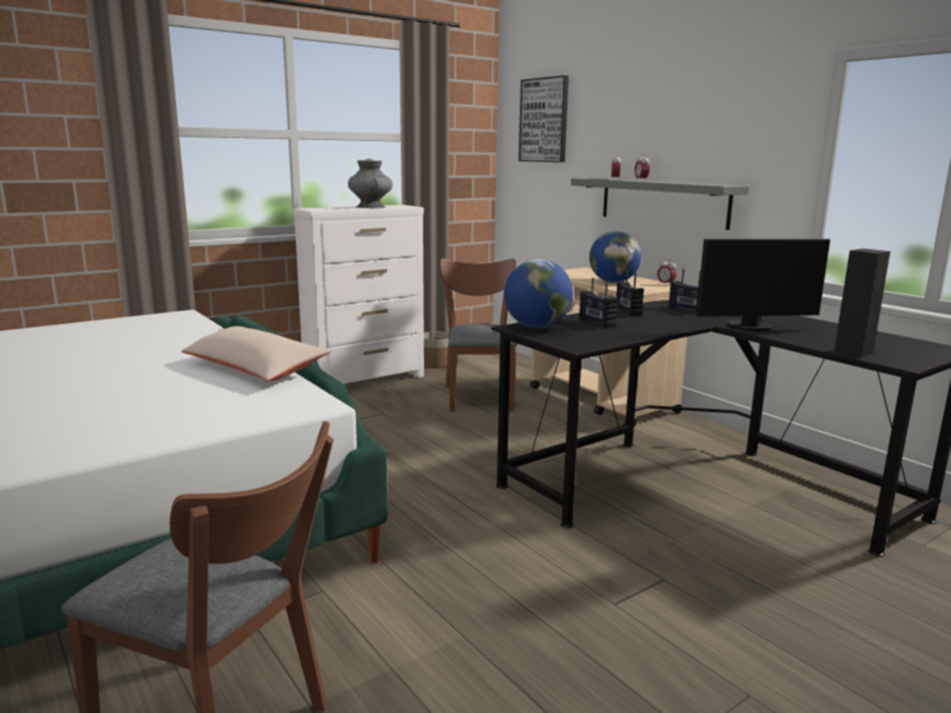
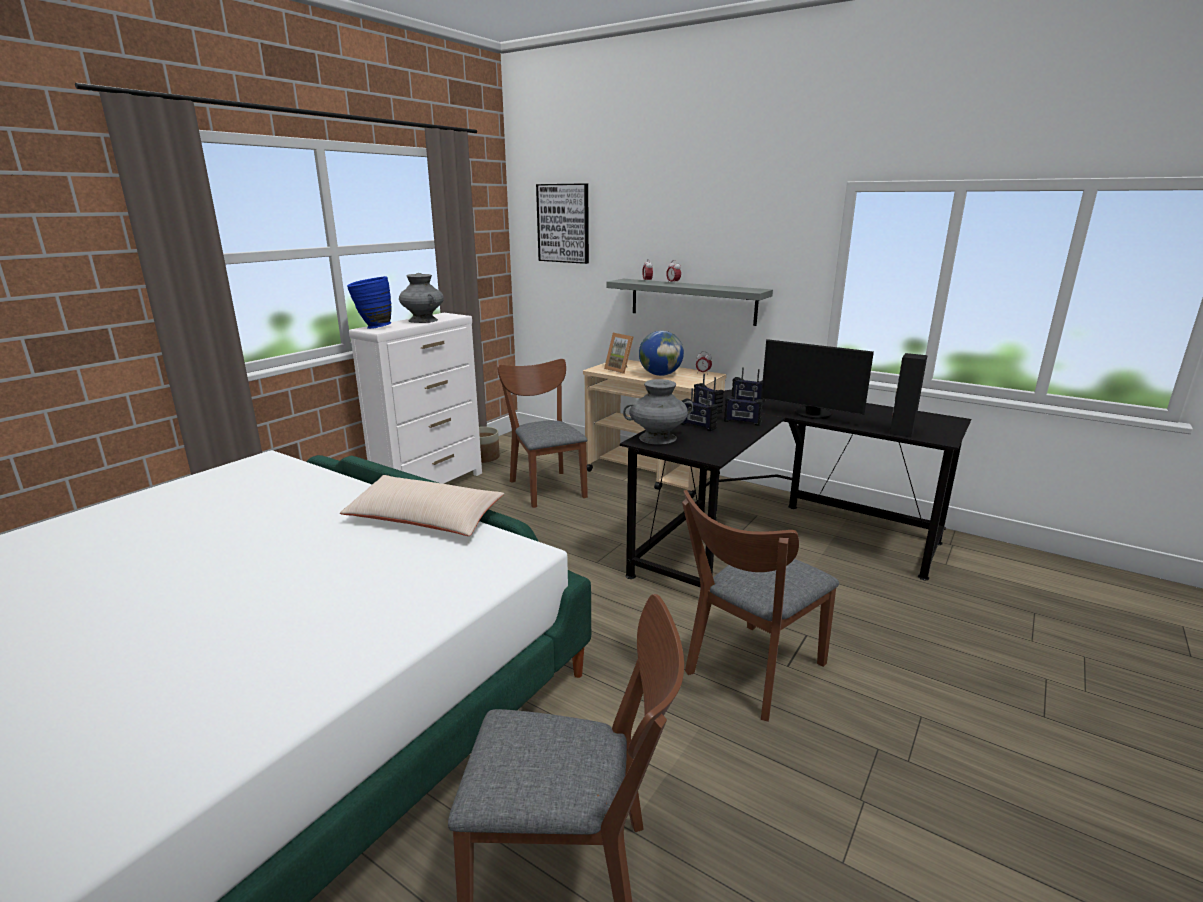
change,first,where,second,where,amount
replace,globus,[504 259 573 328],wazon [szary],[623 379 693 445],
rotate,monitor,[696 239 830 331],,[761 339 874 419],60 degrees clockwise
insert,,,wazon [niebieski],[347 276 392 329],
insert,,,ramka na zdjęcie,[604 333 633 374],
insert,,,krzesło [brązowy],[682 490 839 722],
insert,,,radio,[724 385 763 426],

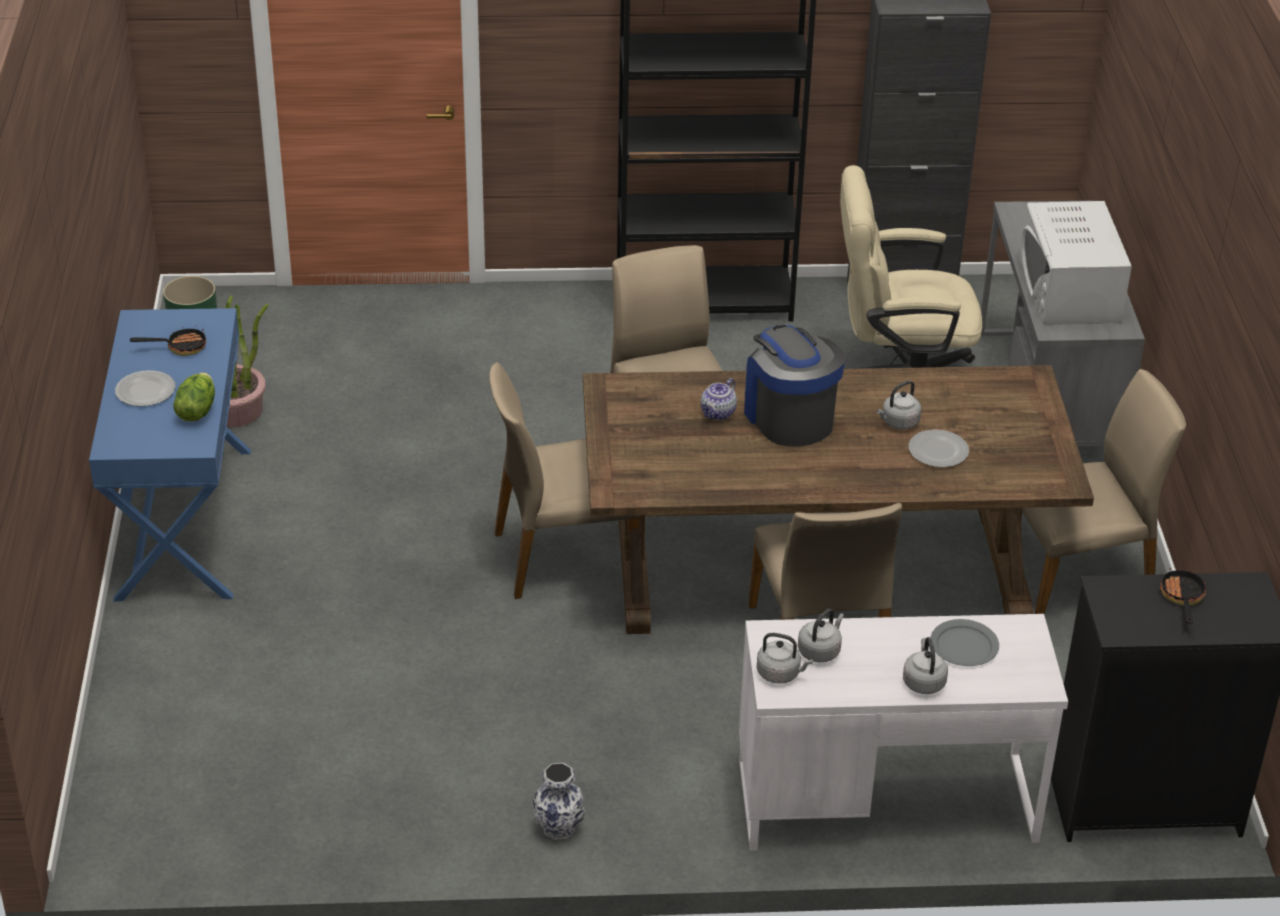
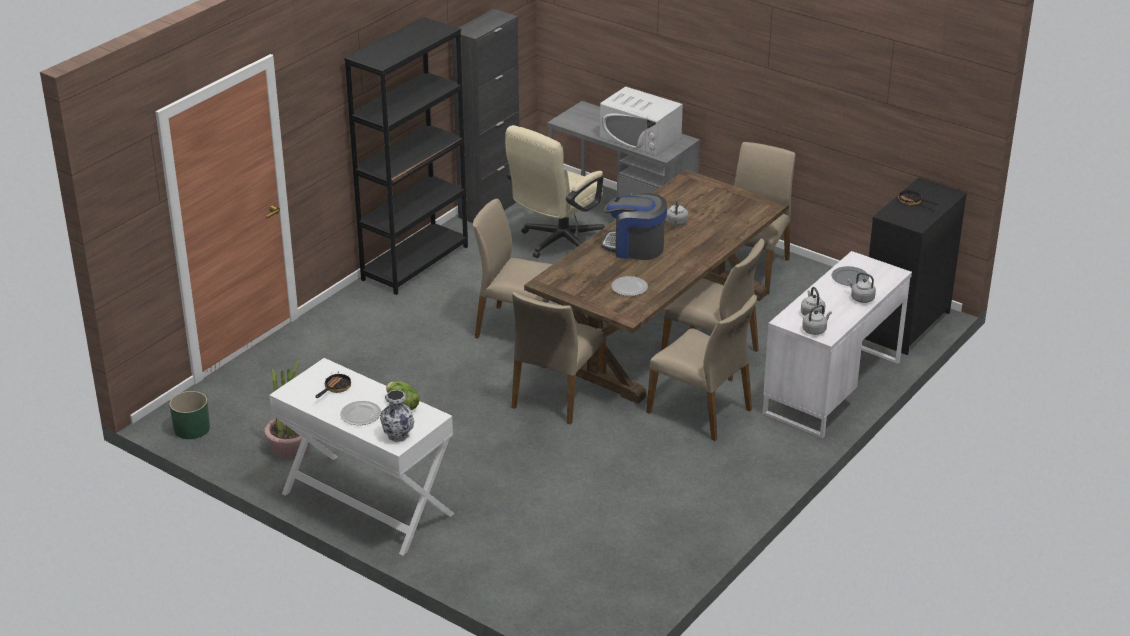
change,first,where,second,where,amount
recolor,stolik konsolowy [niebieski],[89 308 251 601],stolik konsolowy [biały],[269 358 455 556],
move,wazon,[532 763 586 840],,[380 390 414 442],
delete,imbryk,[701 378 737 420],,,
move,talerz,[909 430 969 467],,[611 276 648 296],
insert,,,krzesło [beżowy],[646 295 757 441],

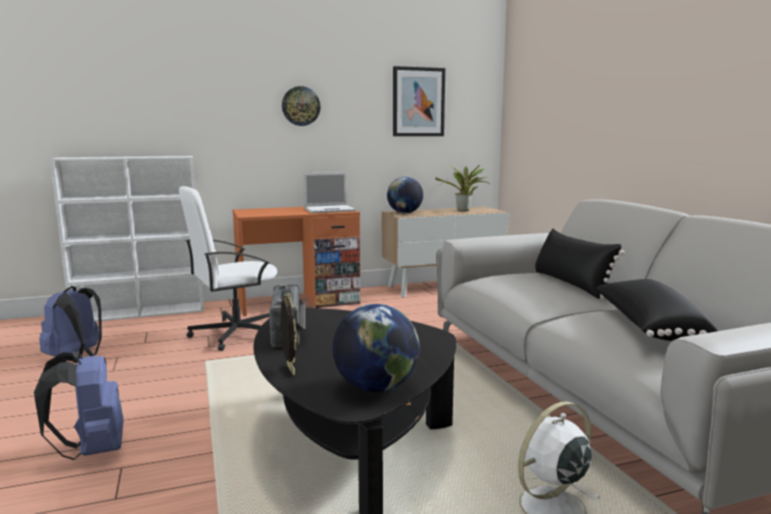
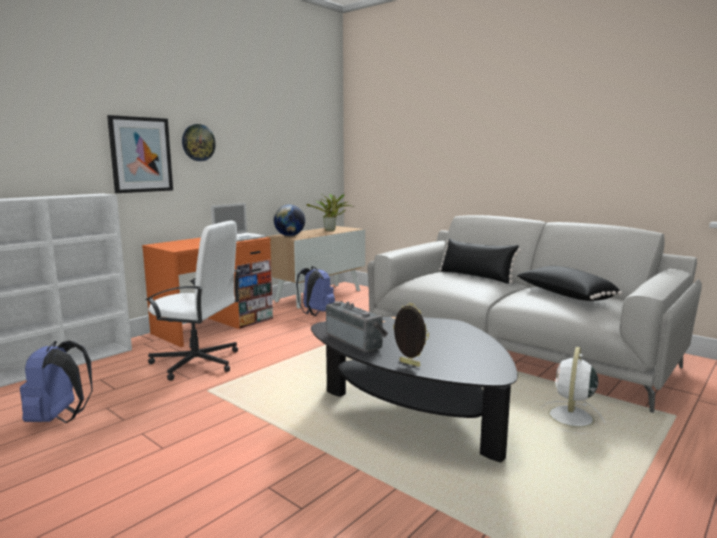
change,first,where,second,where,amount
move,plecak [niebieski],[34 351 124 460],,[296 266 335 316],
rotate,krzesło biurowe [biały],[179 186 277 351],,[146 221 240 381],105 degrees counterclockwise
delete,globus,[332 304 420 392],,,
move,obraz,[393 66 445 136],,[107 115 173 193],

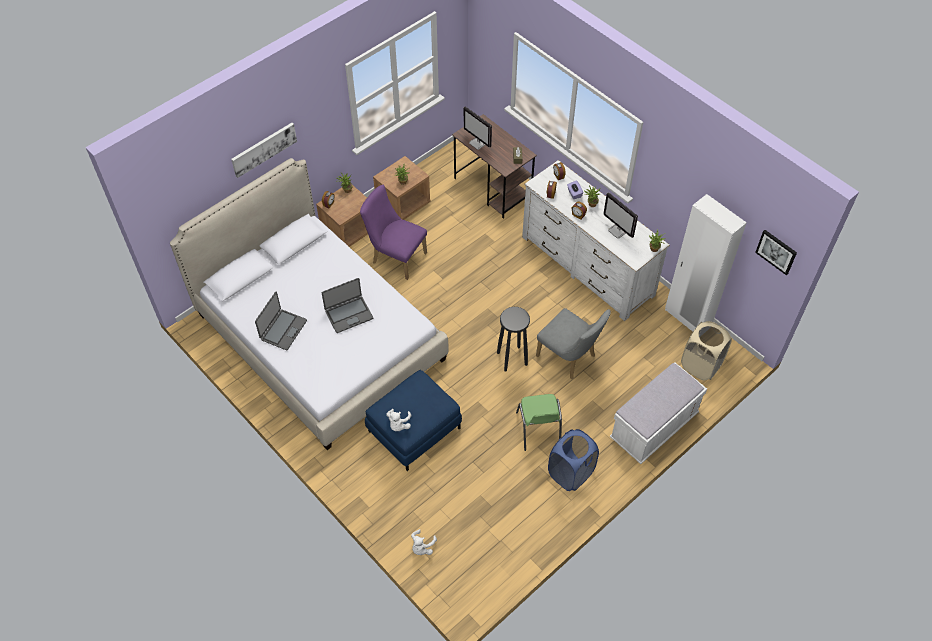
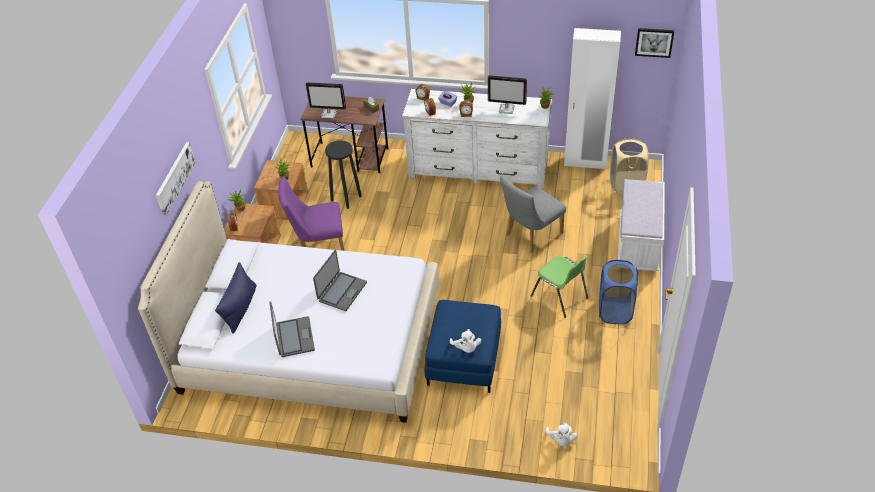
change,first,where,second,where,amount
move,stołek [czarny],[497 307 530 372],,[325 140 362 209],
rotate,krzesło [szary],[536 308 611 379],,[500 176 566 253],135 degrees clockwise
insert,,,poduszka [niebieski],[215 262 257 334],

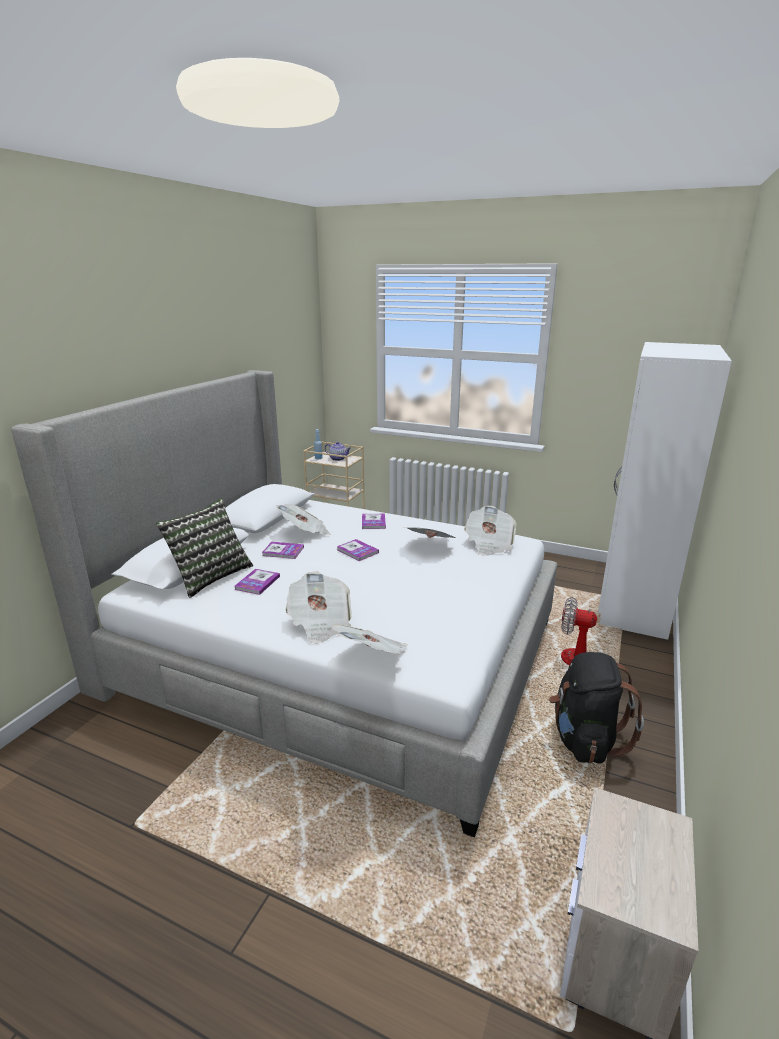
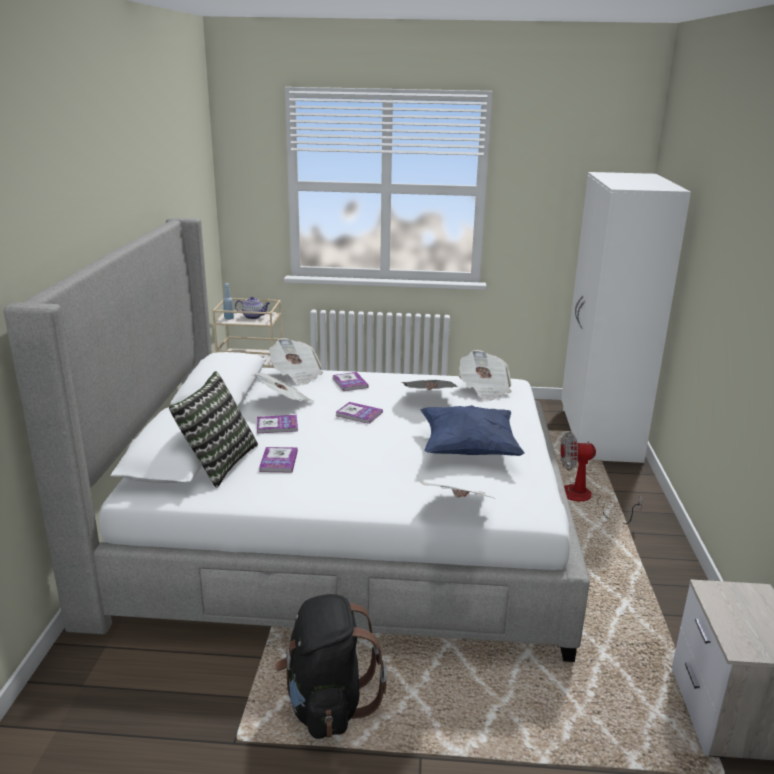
change,first,where,second,where,amount
move,gazeta,[285 571 352 644],,[269 338 323 385],
move,plecak [czarny],[549 652 644 764],,[275 594 387 739],
insert,,,poduszka [niebieski],[420 405 525 456],

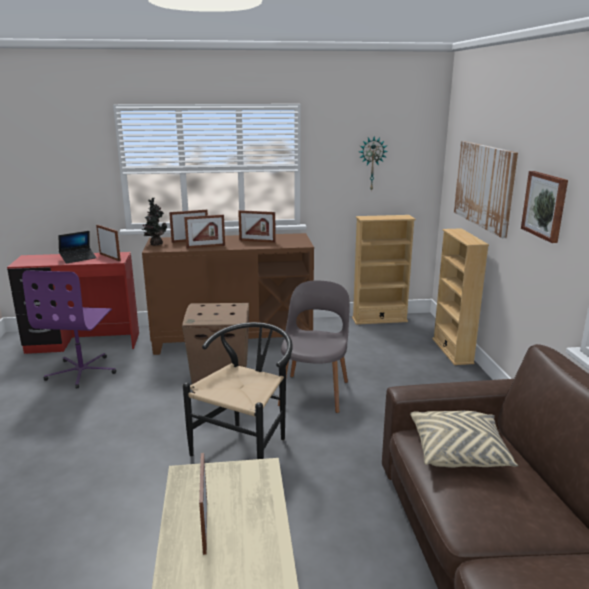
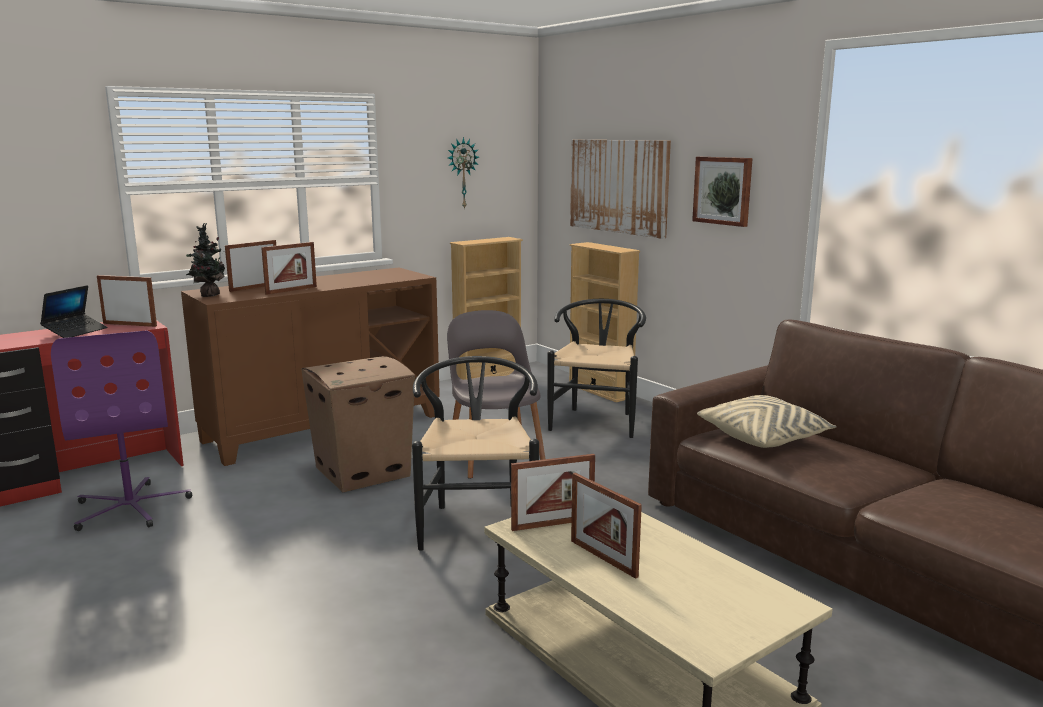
change,first,where,second,where,amount
move,ramka na zdjęcie,[238 210 276 243],,[511 454 595 531],
insert,,,krzesło [czarny],[547 299 646 438],

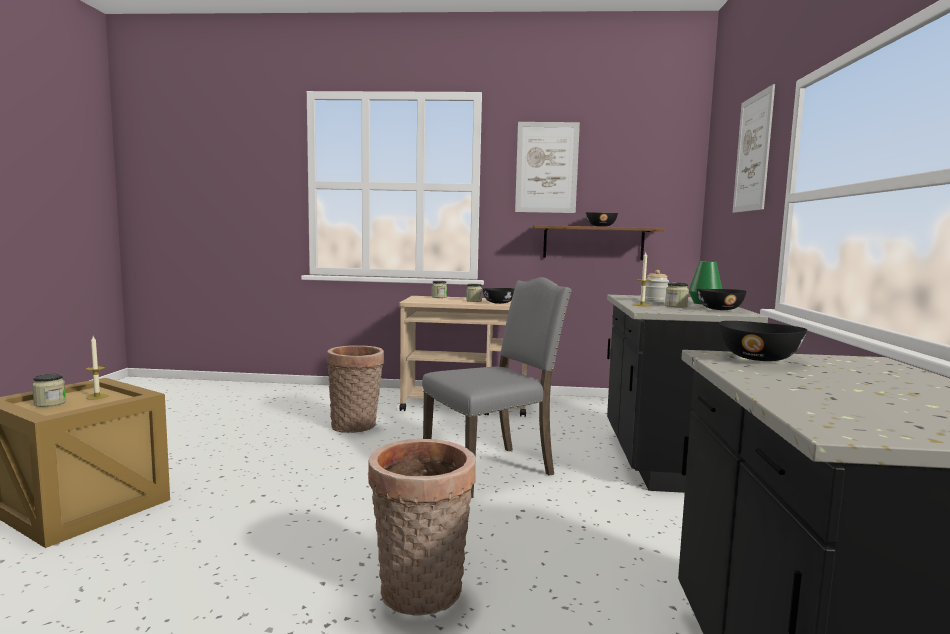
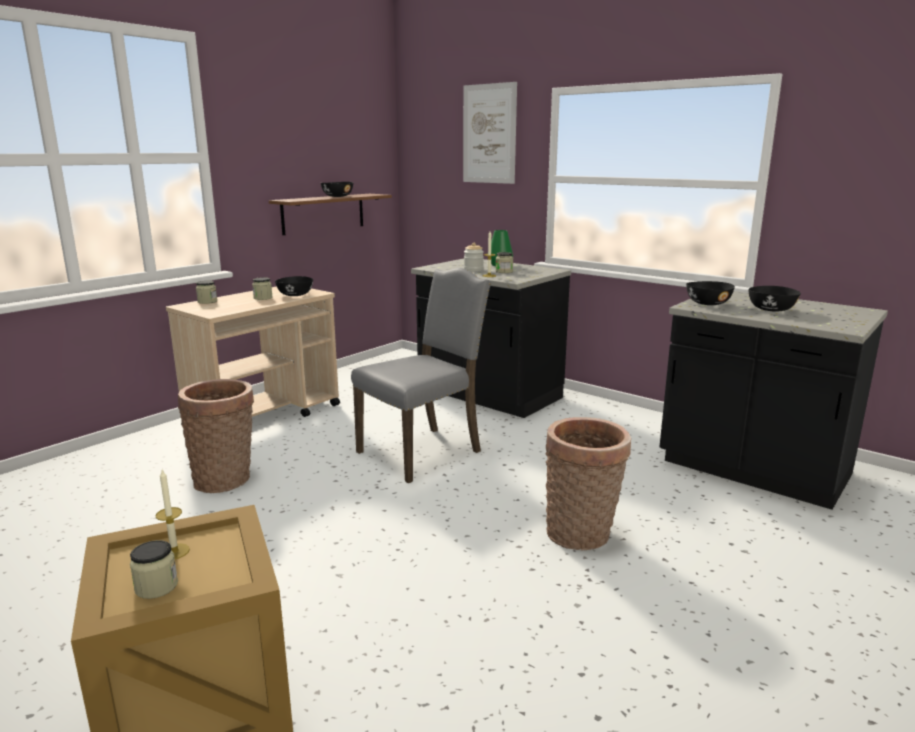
change,first,where,second,where,amount
rotate,krzesło [szary],[422 277 572 498],,[351 268 491 483],45 degrees clockwise
delete,obraz,[515 122 580 213],,,
move,miska [czarny],[697 289 747 310],,[748 286 801 312],

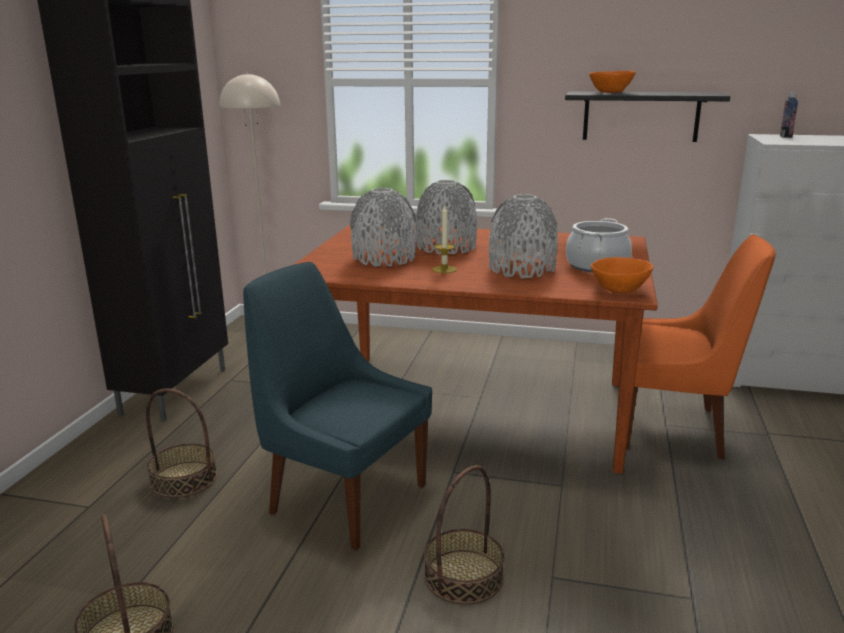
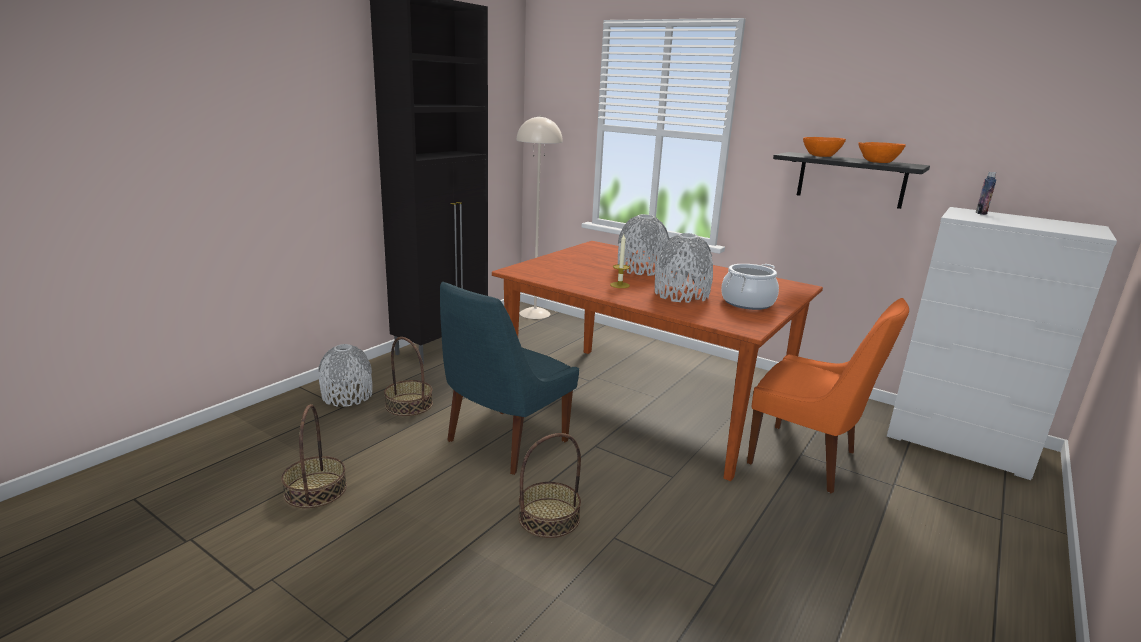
change,first,where,second,where,amount
rotate,krzesło [niebieski],[243 262 432 550],,[440 282 579 475],105 degrees counterclockwise
move,wazon [szary],[350 188 416 267],,[318 344 372 407],
move,miska [pomarańczowy],[591 257 653 293],,[858 142 906 163],

